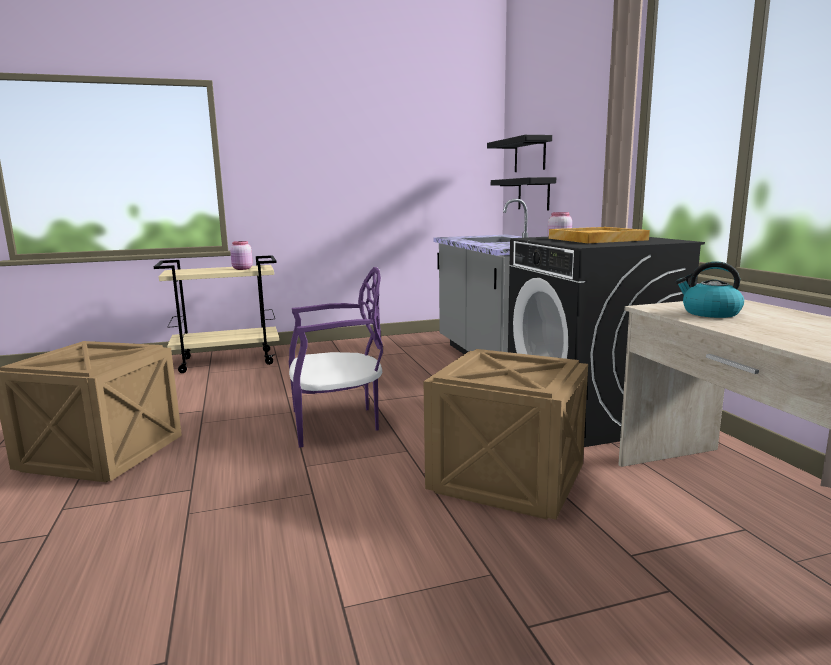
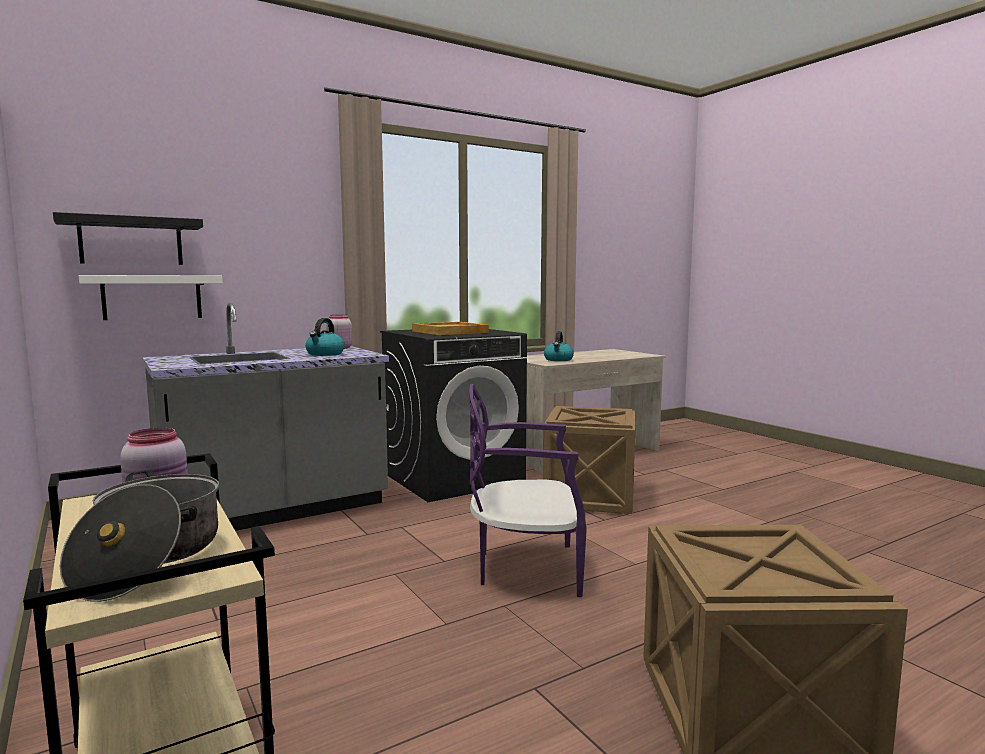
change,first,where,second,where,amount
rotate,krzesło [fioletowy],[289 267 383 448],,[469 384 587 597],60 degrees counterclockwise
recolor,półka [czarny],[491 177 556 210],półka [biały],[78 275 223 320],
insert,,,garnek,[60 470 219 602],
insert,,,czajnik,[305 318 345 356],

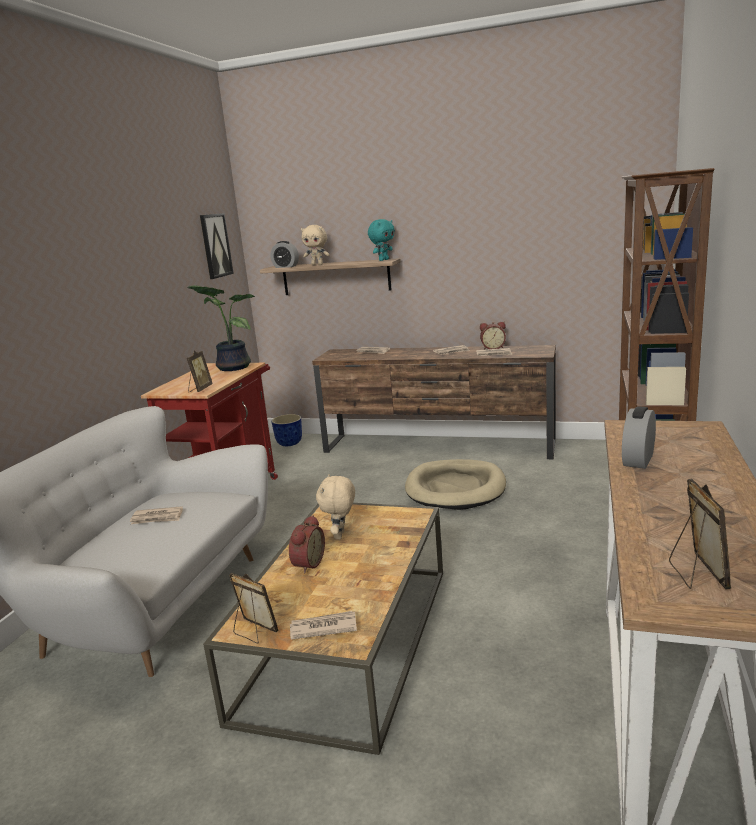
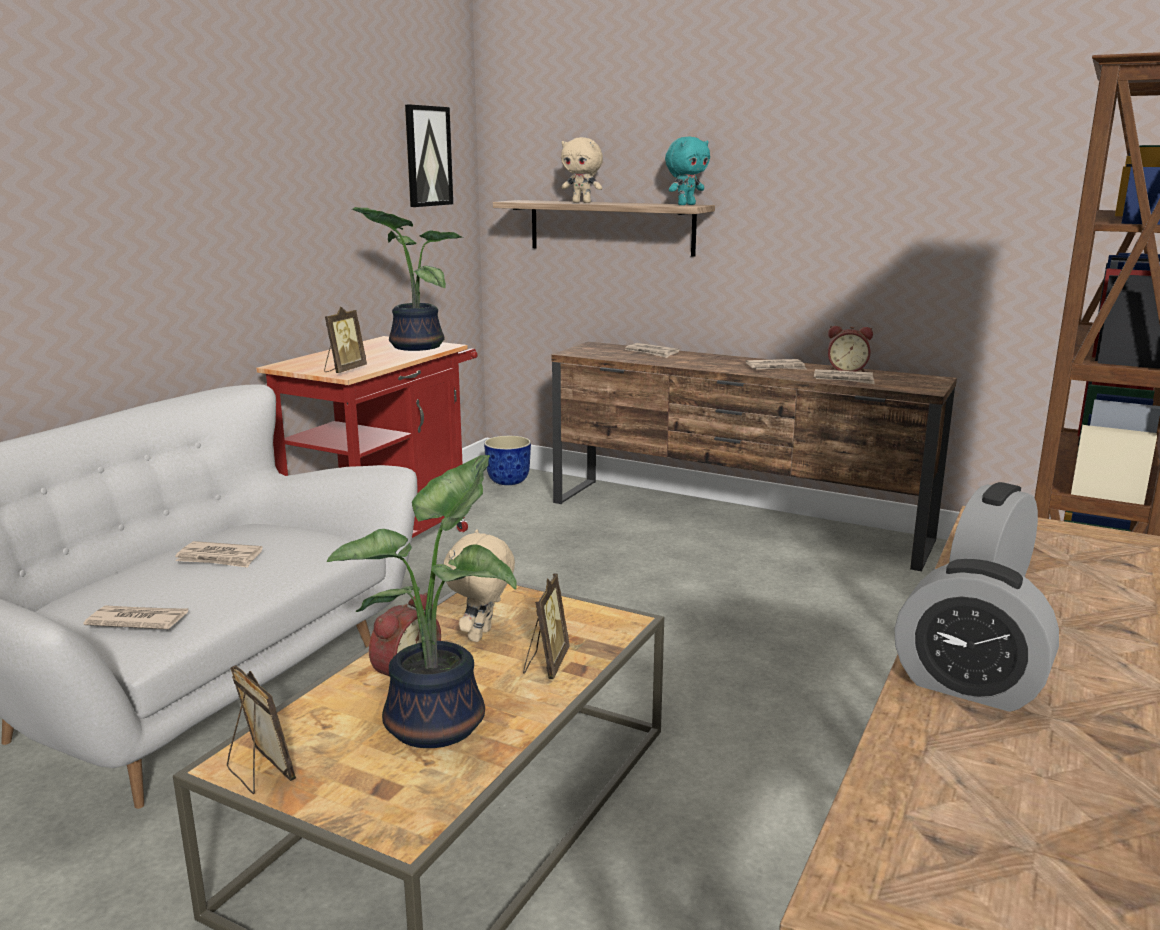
change,first,where,second,where,amount
move,budzik,[270 241 299 268],,[894 559 1059 712],
move,gazeta,[290 611 357 640],,[84 605 188 629],
delete,legowisko [beżowy],[405 459 506 510],,,
move,ramka na zdjęcie,[669 479 731 590],,[523 573 570 679],
insert,,,roślina doniczkowa,[327 455 517 748],

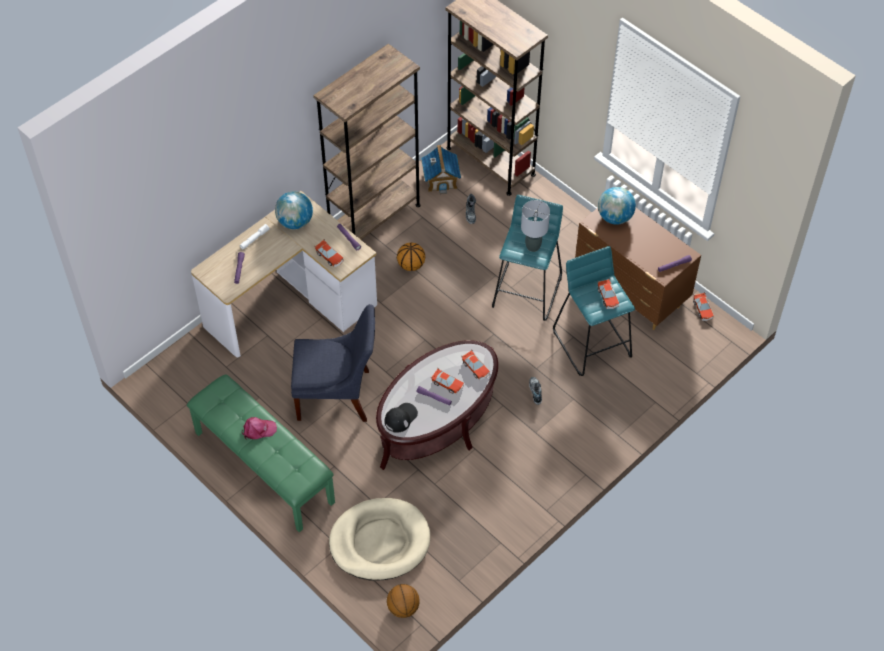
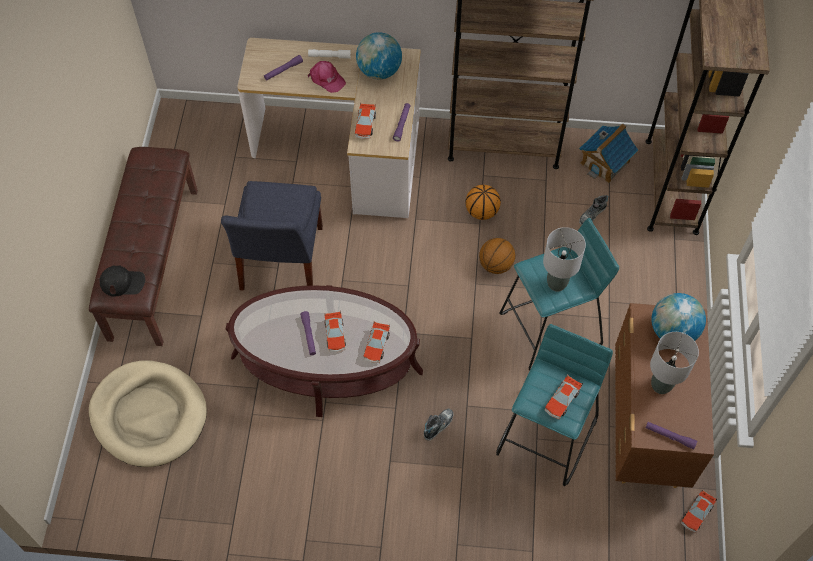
change,first,where,second,where,amount
recolor,ławka [zielony],[187 374 335 532],ławka [brązowy],[89 147 198 346],
move,czapka z daszkiem [różowy],[242 417 277 440],,[308 61 346 93],
rotate,krzesło [niebieski],[291 305 375 422],,[221 181 323 290],45 degrees clockwise
move,czapka z daszkiem [czarny],[385 403 418 433],,[100 265 145 296],
move,piłka do koszykówki,[387 584 420 618],,[479 238 515 274],
insert,,,lampa stołowa [szary],[650 332 699 394],

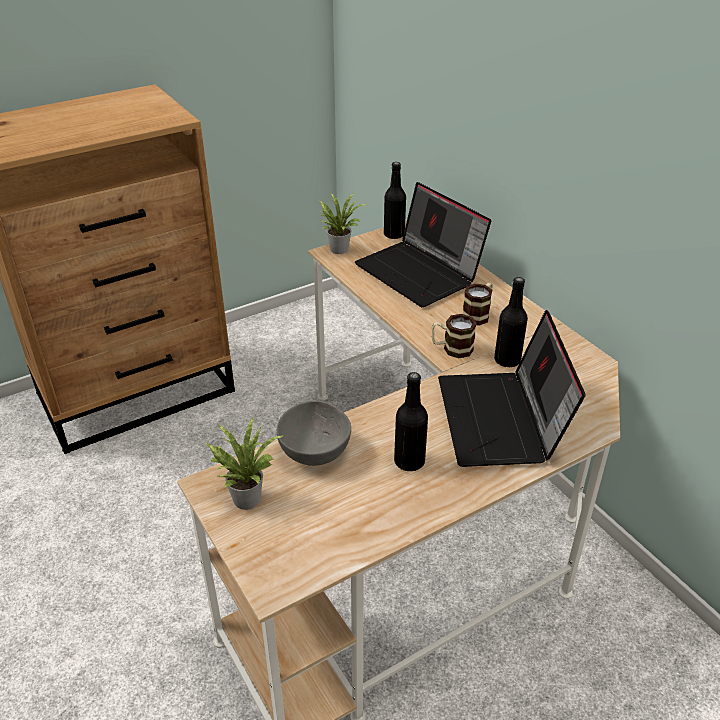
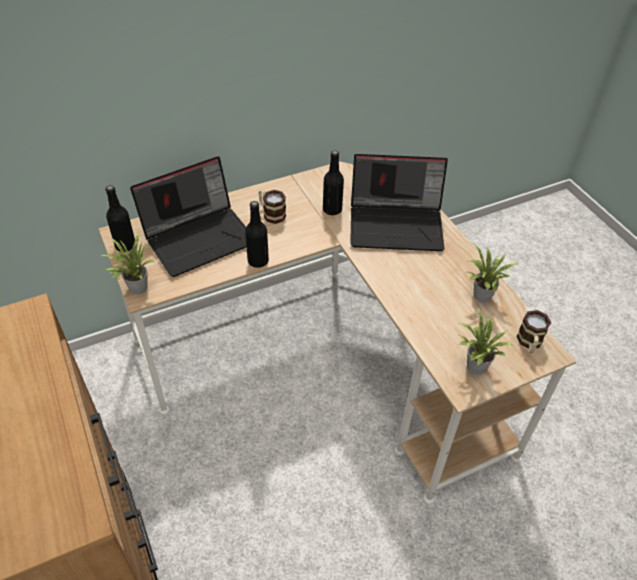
change,first,where,second,where,amount
delete,miska [szary],[277 401 351 466],,,
move,butelka [czarny],[394 372 428 471],,[245 201 269 268],
move,kubek,[432 314 477 358],,[516 310 551 353],
insert,,,roślina doniczkowa,[465 242 520 302],

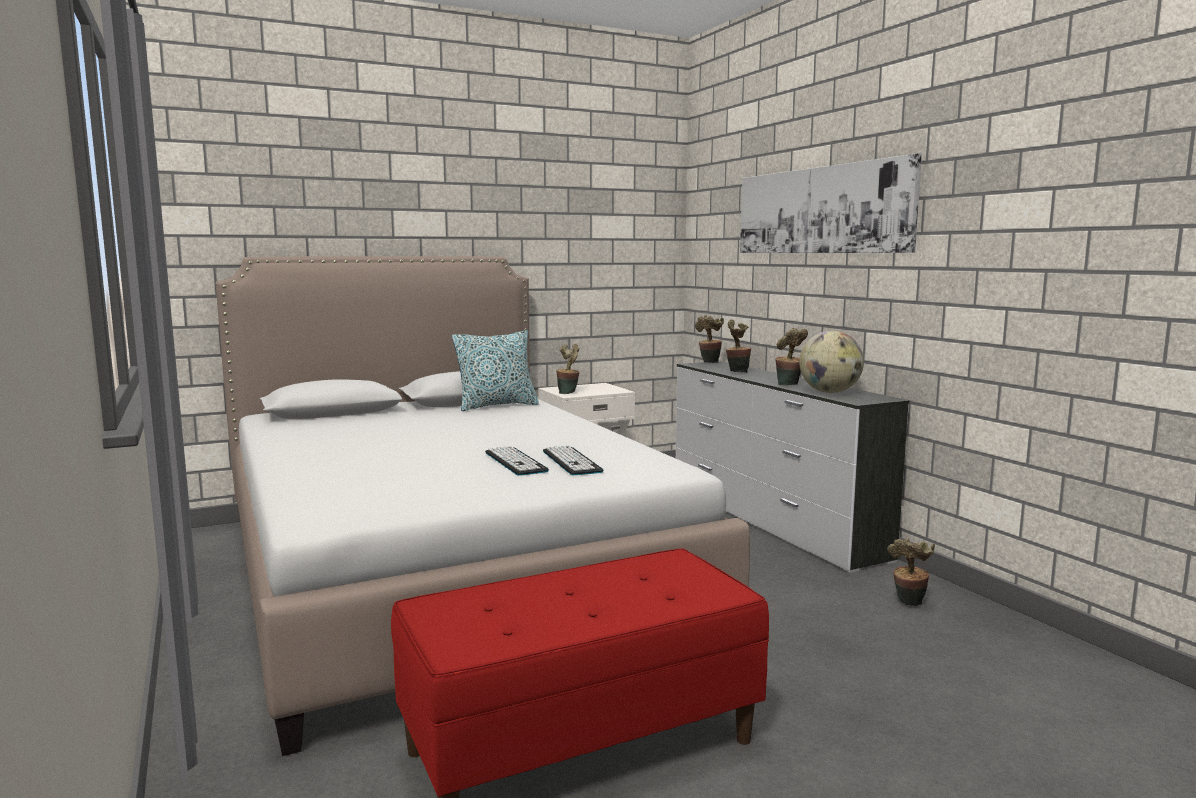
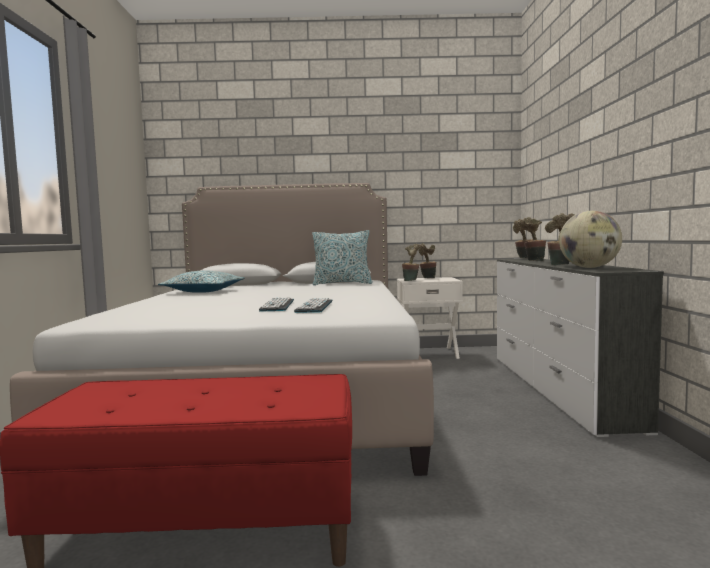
change,first,where,second,where,amount
delete,obraz,[740 153 922 253],,,
move,roślina doniczkowa,[887 538 935 606],,[419 243 436 278],
insert,,,poduszka,[158 271 245 293],

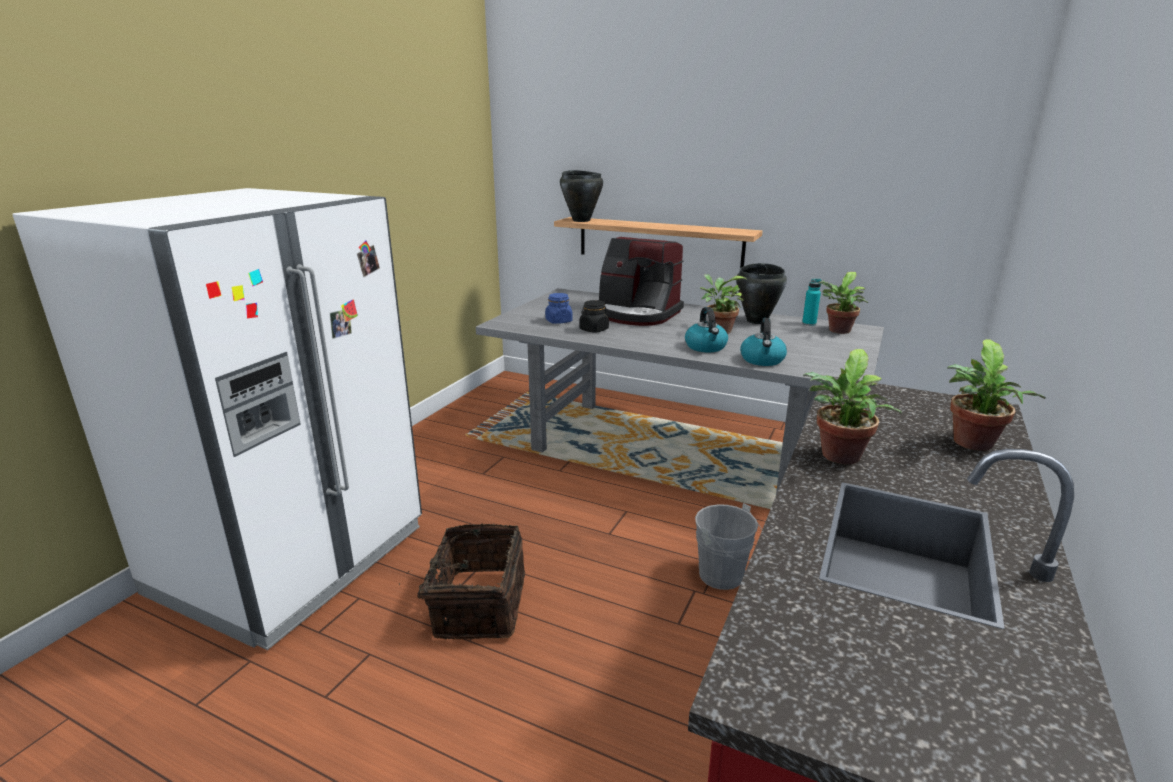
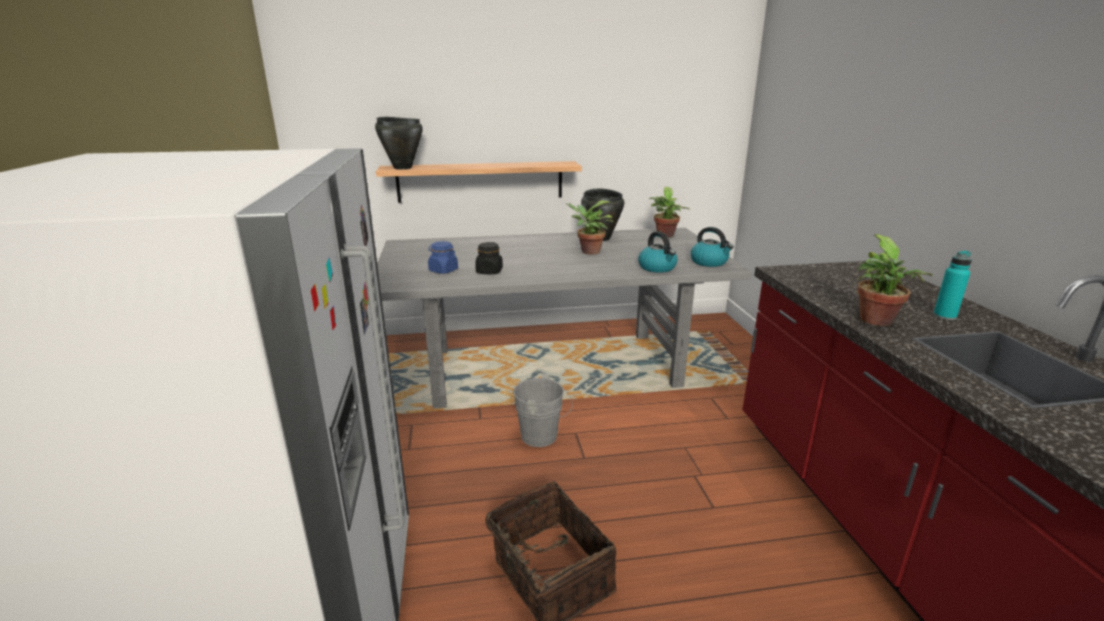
change,first,where,second,where,amount
delete,ekspres do kawy,[599 237 684 326],,,
move,czajnik,[685 307 728 352],,[691 227 734 267],
move,wiadro [szary],[695 503 762 590],,[513 373 573 447],
move,butelka [turkusowy],[802 279 821 326],,[933 251 972 320],
delete,roślina doniczkowa,[947 339 1046 451],,,

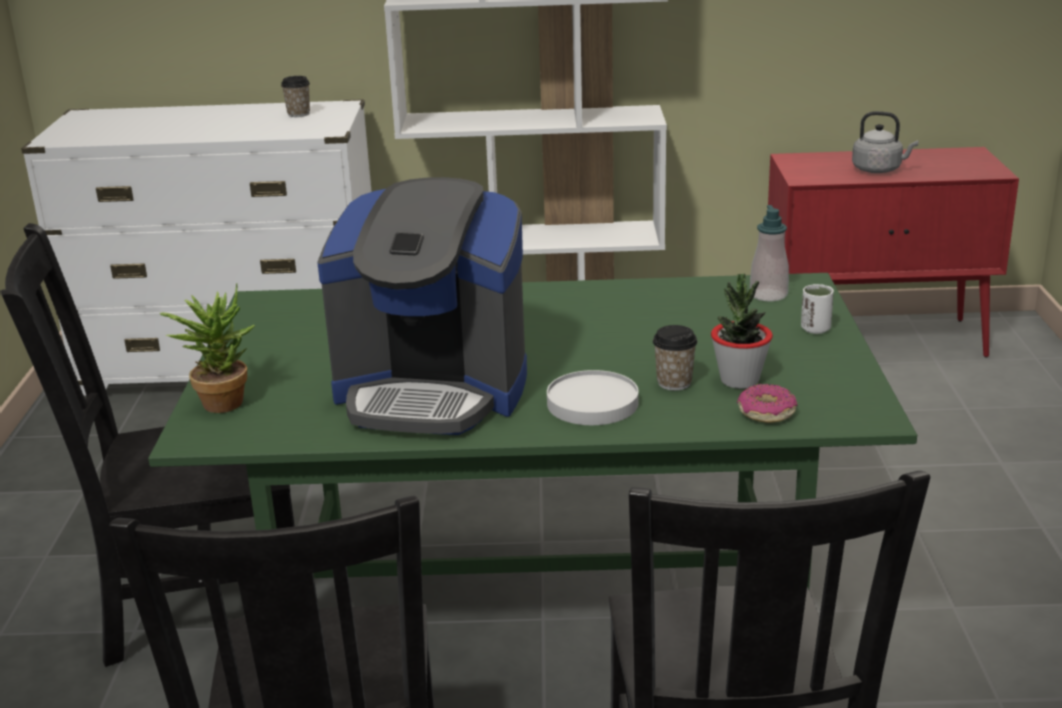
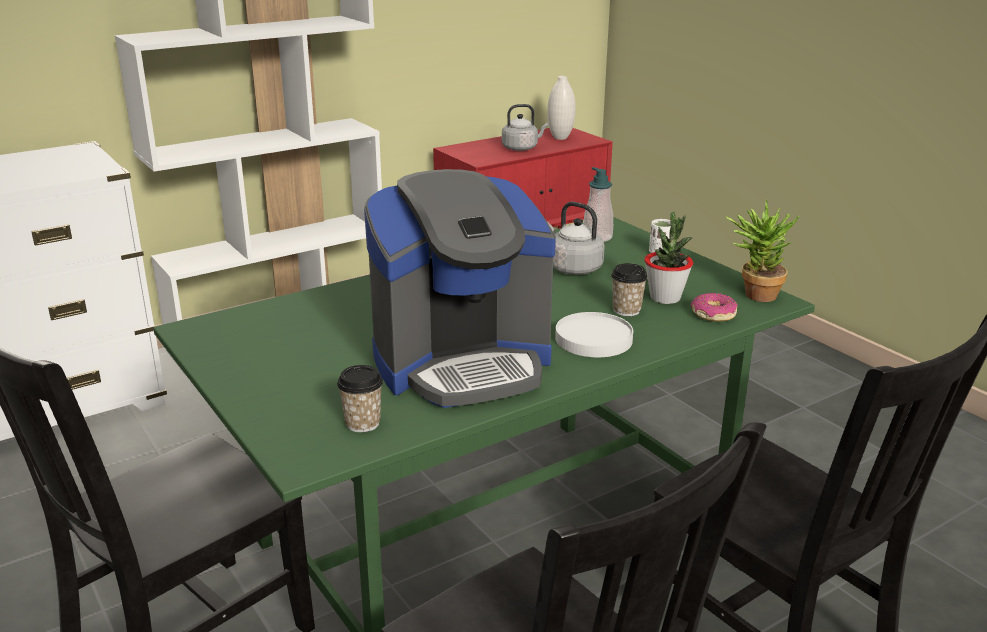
change,first,where,second,where,amount
move,roślina doniczkowa,[160 283 255 413],,[726 199 801 302],
move,filiżanka,[281 76 310 117],,[337 365 383 432],
insert,,,wazon [biały],[547 76 576 140],
insert,,,czajnik [szary],[548 202 605 275],

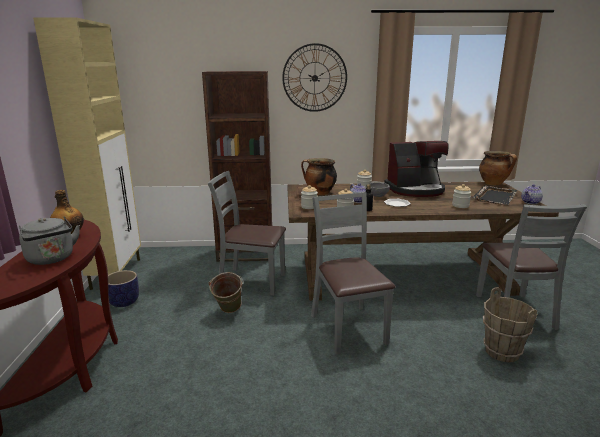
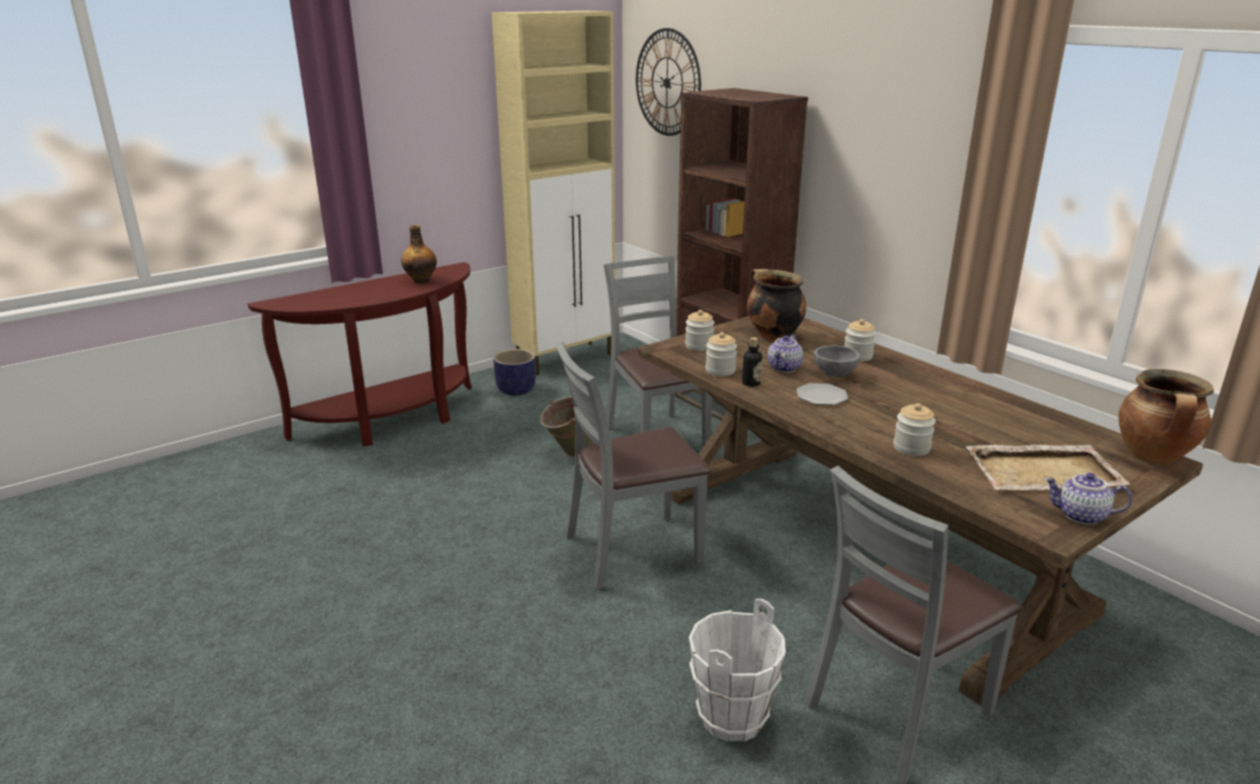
change,first,where,second,where,amount
delete,czajnik [szary],[19 217 80 265],,,
move,zegar ścienny,[282 43 347 112],,[636 28 701 136],
rotate,krzesło [szary],[311 192 396 355],,[556 341 711 590],150 degrees counterclockwise
delete,ekspres do kawy,[384 141 449 197],,,
recolor,taca [czarny],[472 185 517 205],taca [beżowy],[966 445 1131 490],
recolor,wiadro [brązowy],[483 287 537 362],wiadro [biały],[689 599 786 742],

